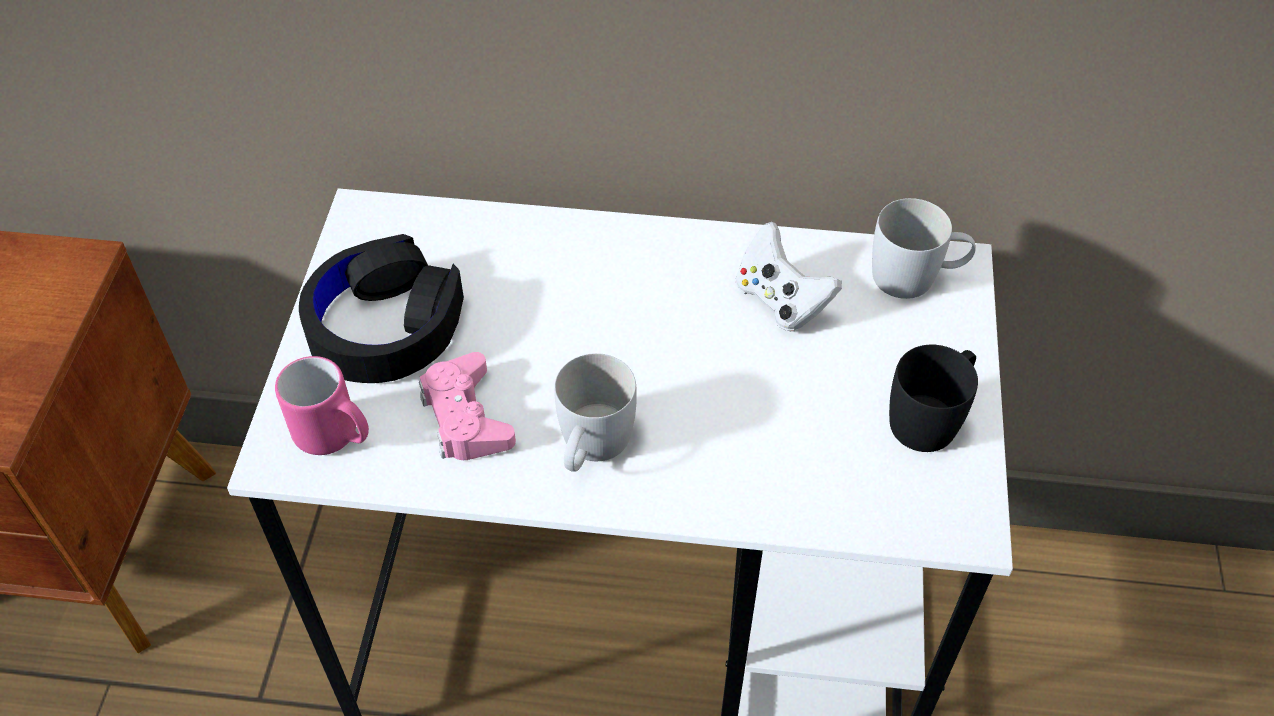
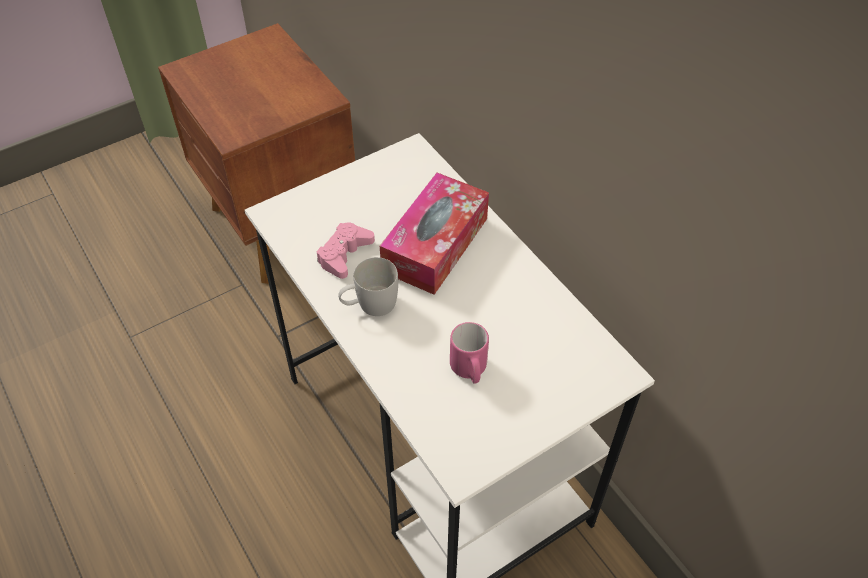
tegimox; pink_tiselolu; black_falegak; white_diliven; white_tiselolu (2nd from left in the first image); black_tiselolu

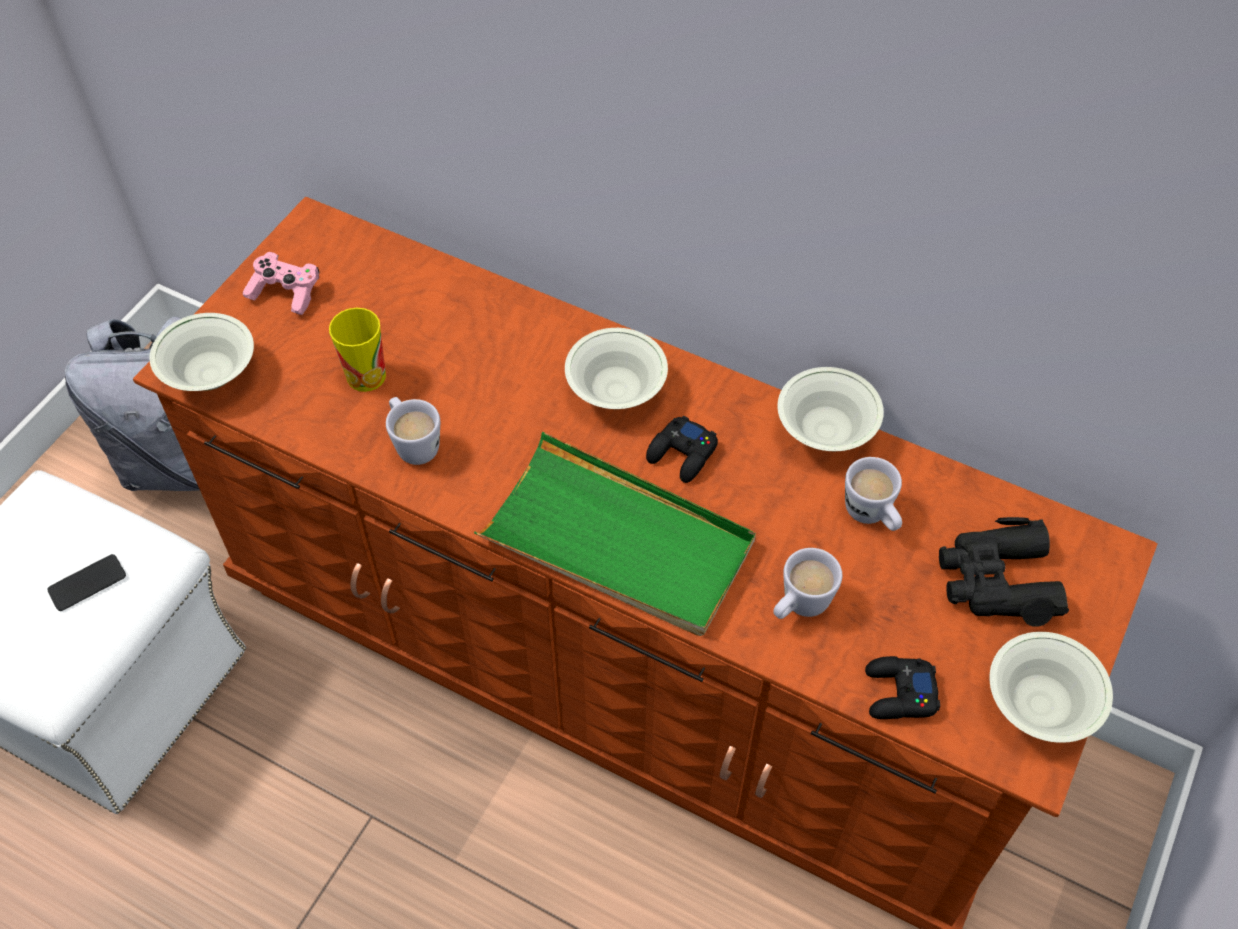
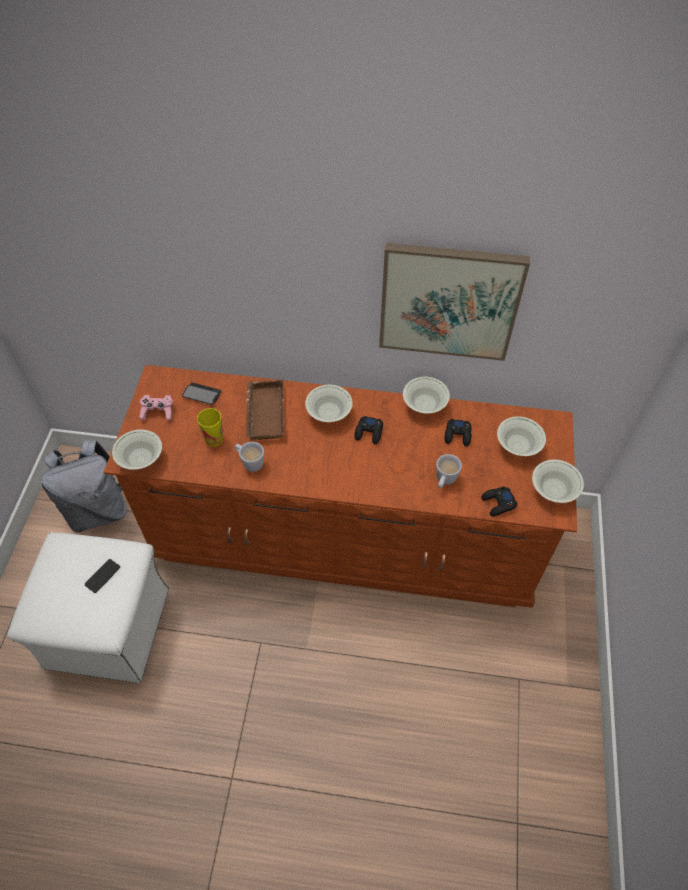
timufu (2nd from left); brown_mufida; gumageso; black_diliven (2nd from left); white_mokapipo (4th from left); green_mufida

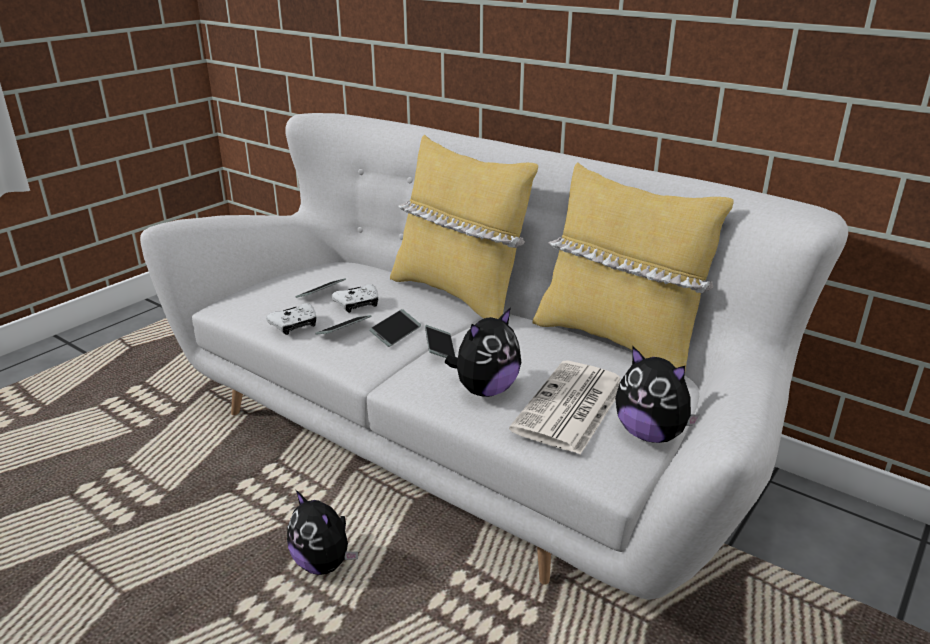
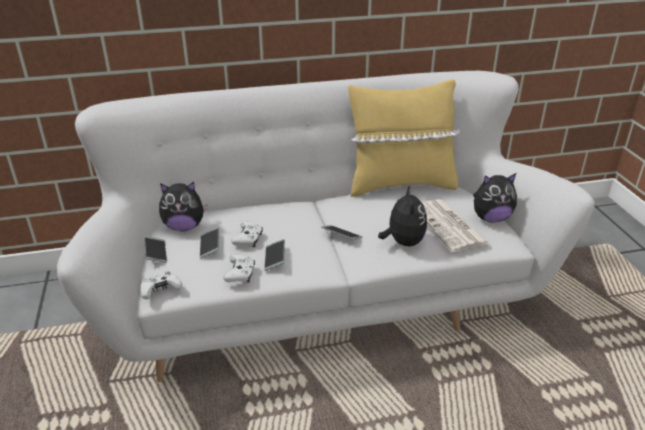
white_diliven (1st from left); timufu (1st from left); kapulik (1st from left); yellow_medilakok (1st from left in the first image)

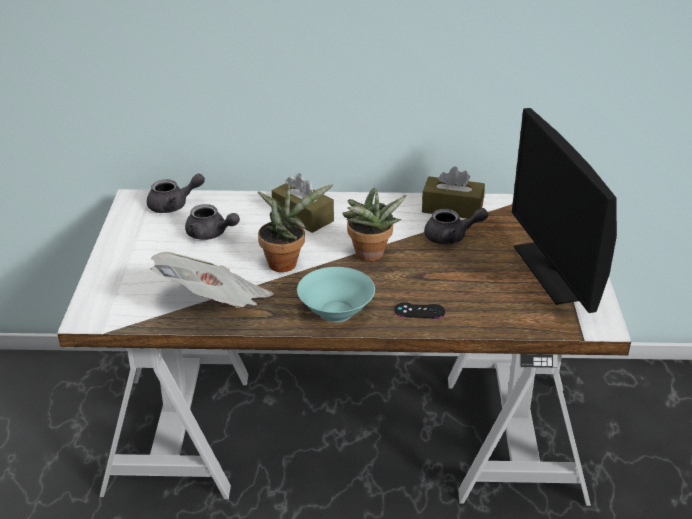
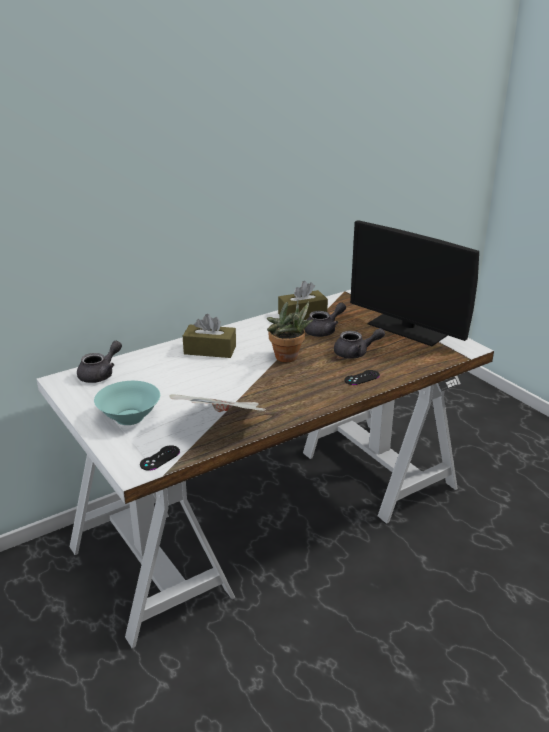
turquoise_mokapipo; black_diliven (1st from left); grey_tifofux (3rd from left); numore (1st from left in the first image)

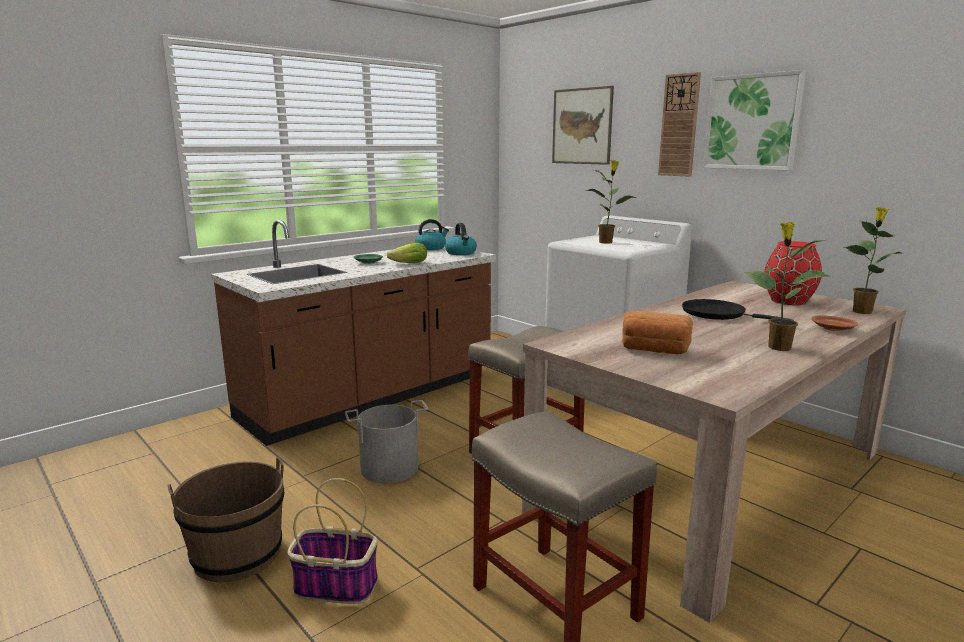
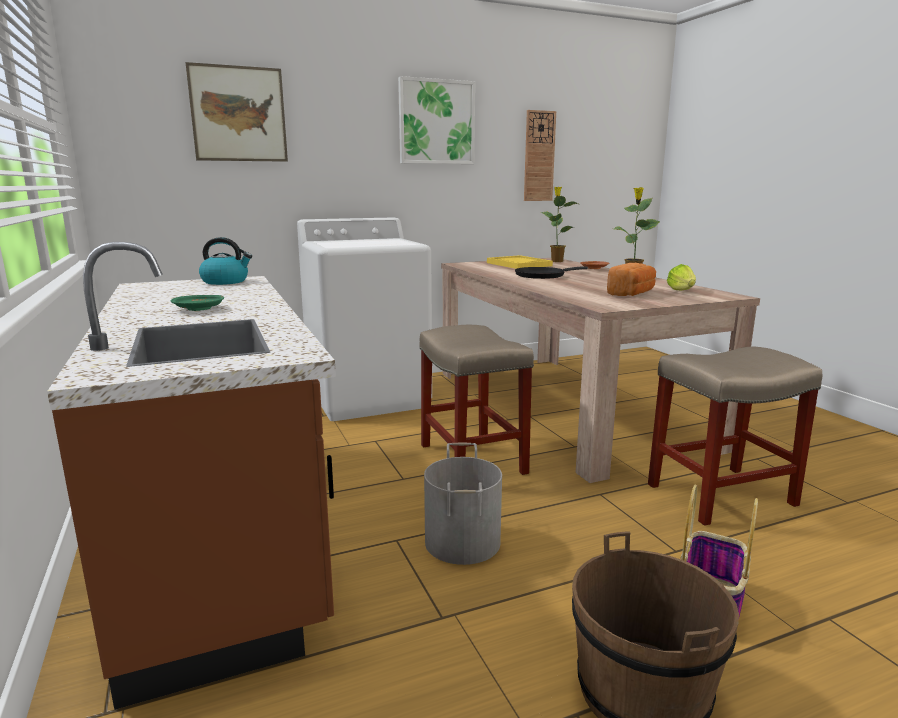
yellow_mufida; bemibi; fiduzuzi; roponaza (1st from left in the first image); numore (1st from left in the first image)

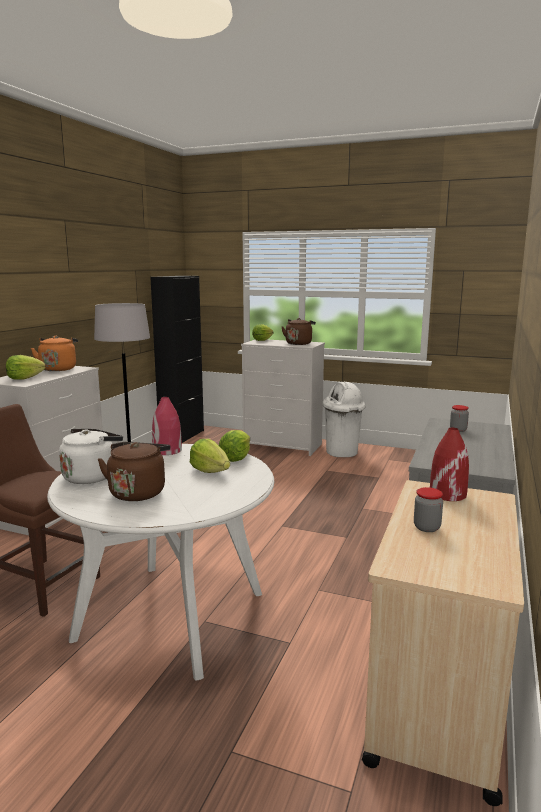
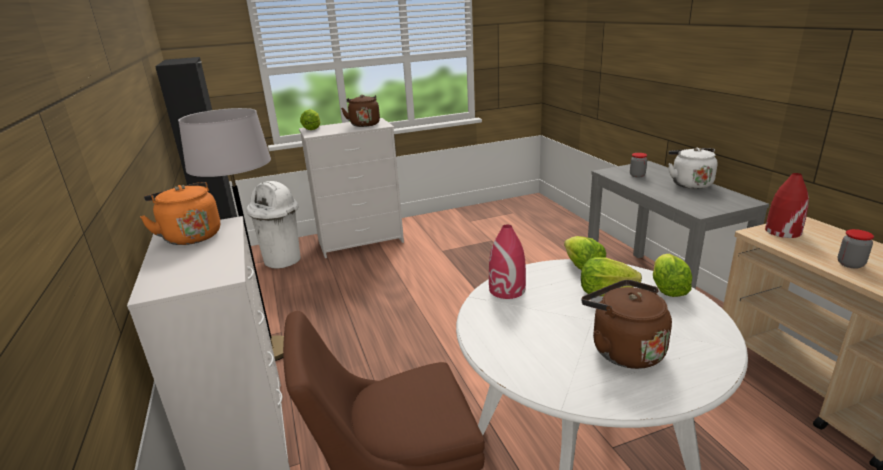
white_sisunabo; fiduzuzi (4th from left); white_roponaza

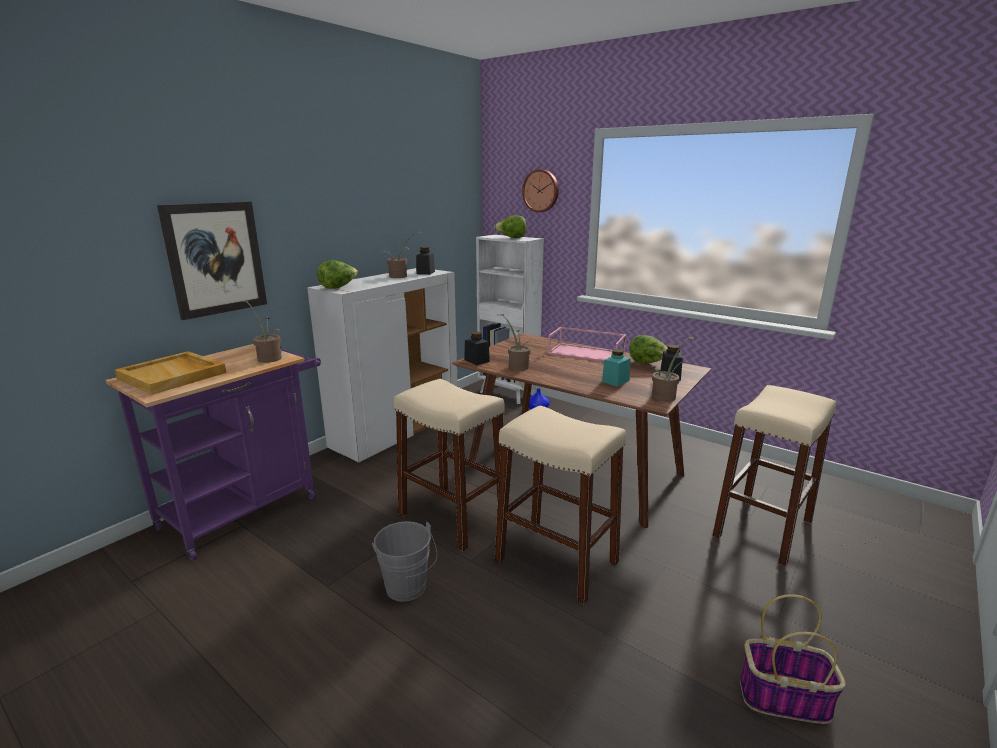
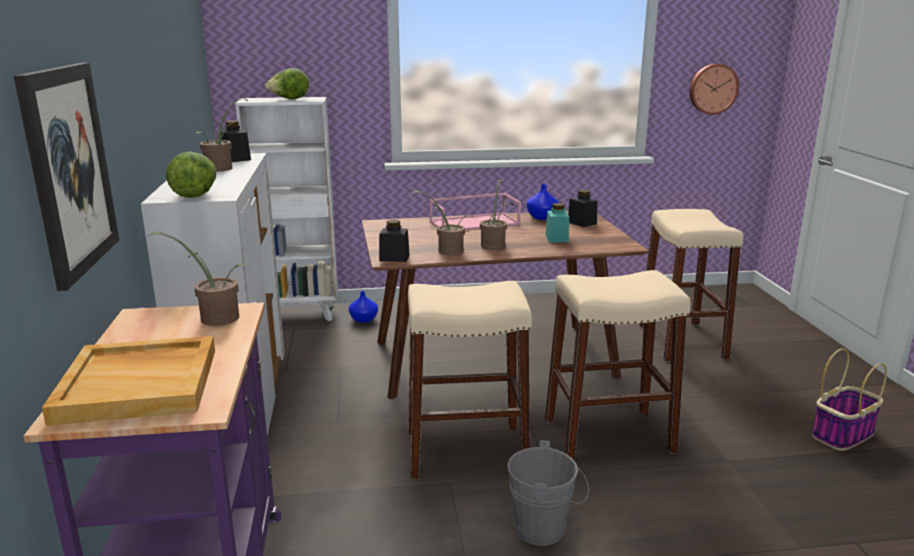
numore (4th from left); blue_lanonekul (2nd from left); bemibi

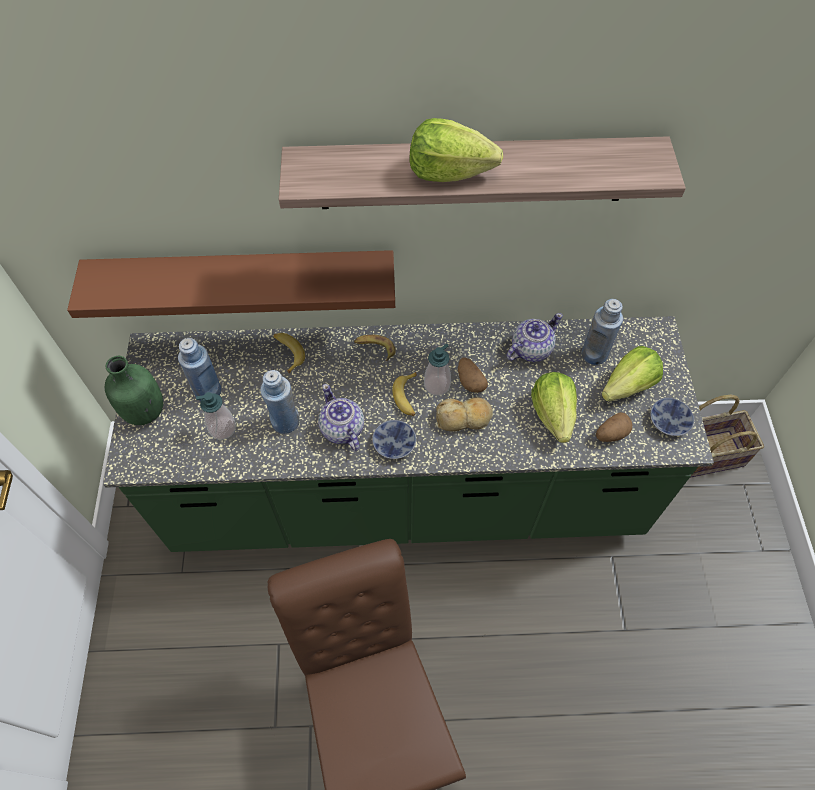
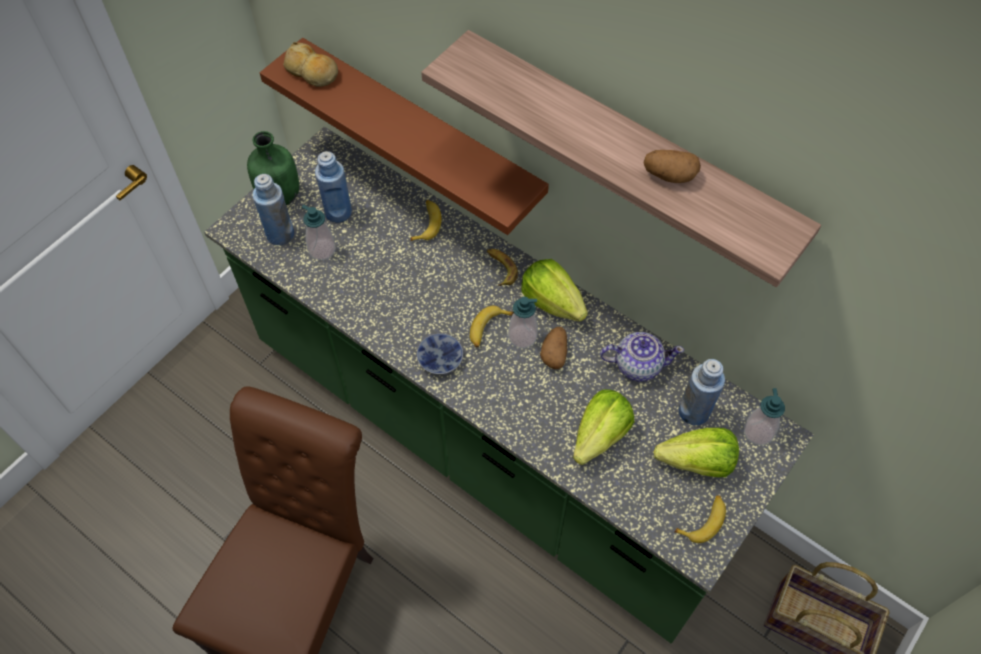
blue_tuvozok (1st from left); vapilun; fiduzuzi (1st from left); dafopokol (2nd from left); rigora (4th from left); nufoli (3rd from left); tifofux (1st from left in the first image)

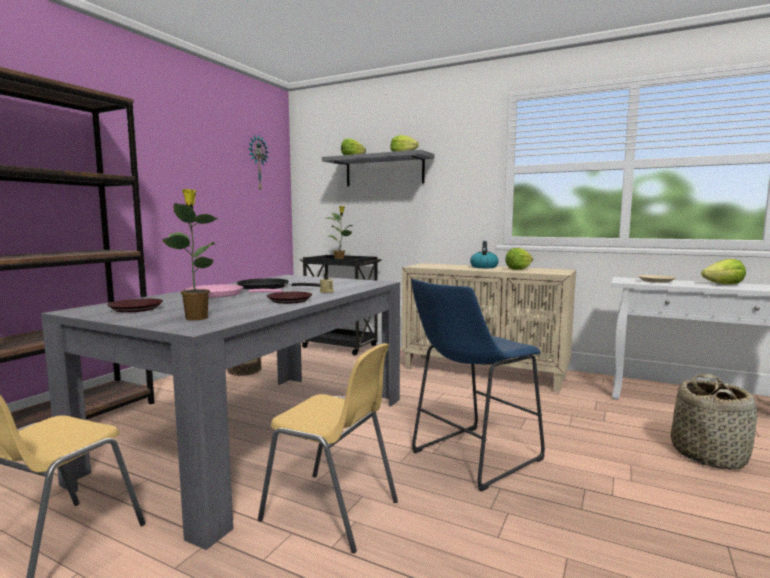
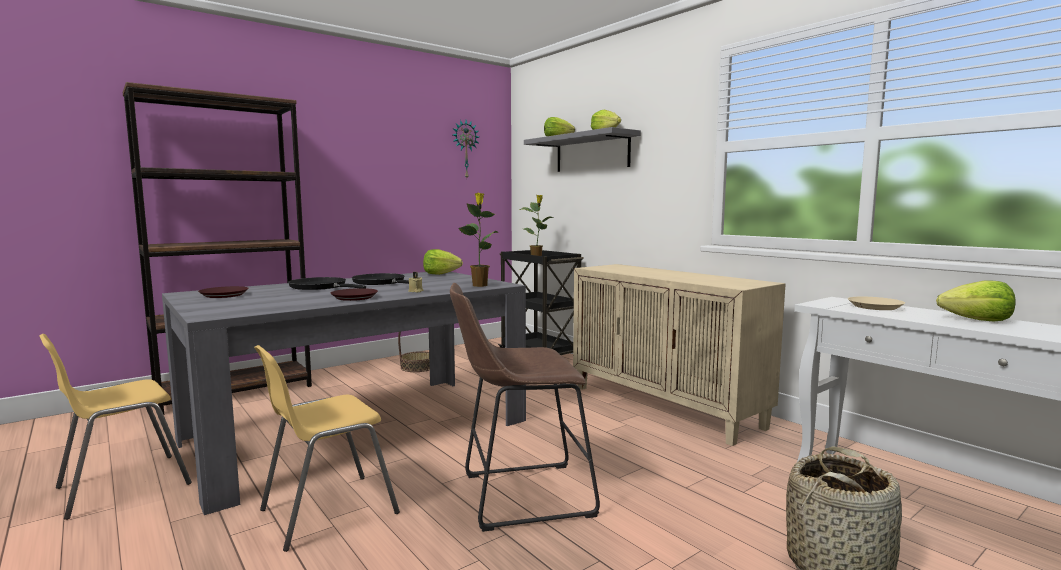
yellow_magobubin (2nd from left); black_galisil (1st from left); fiduzuzi (1st from left); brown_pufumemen; numore (1st from left); roponaza

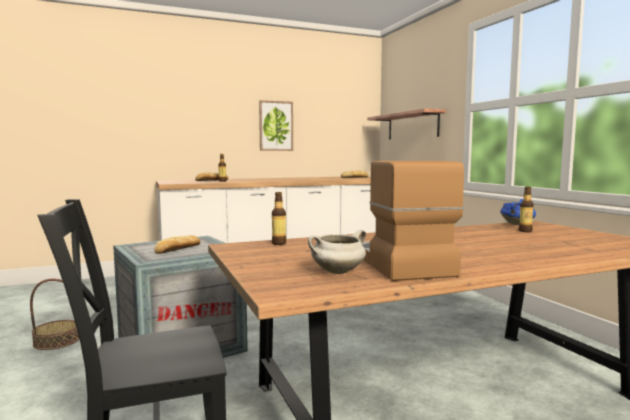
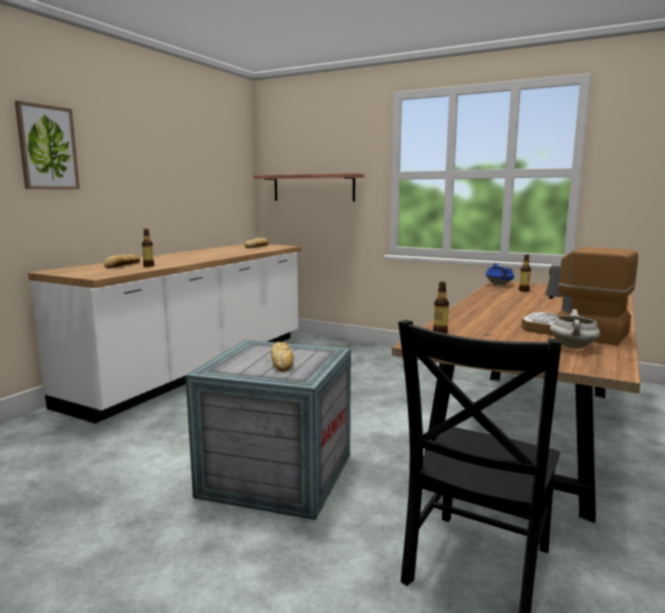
gumageso; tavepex

